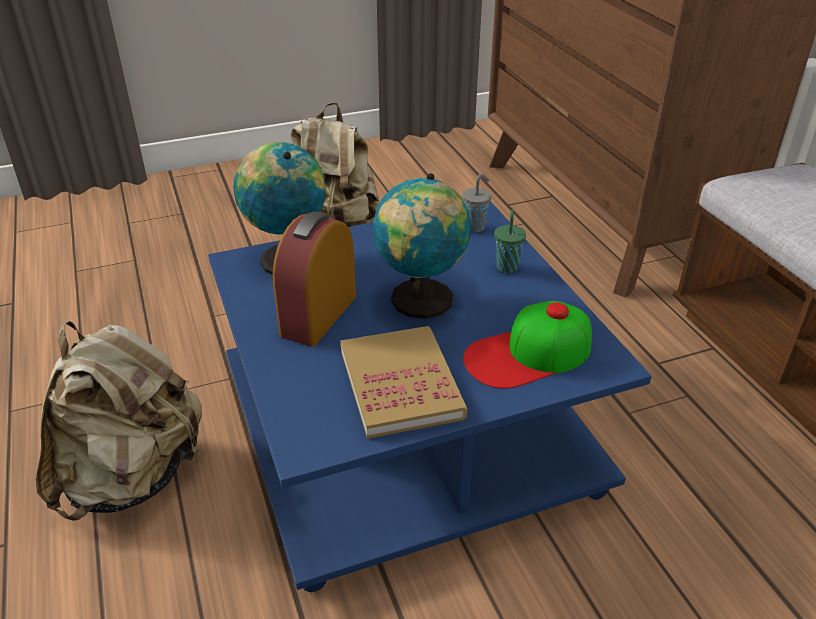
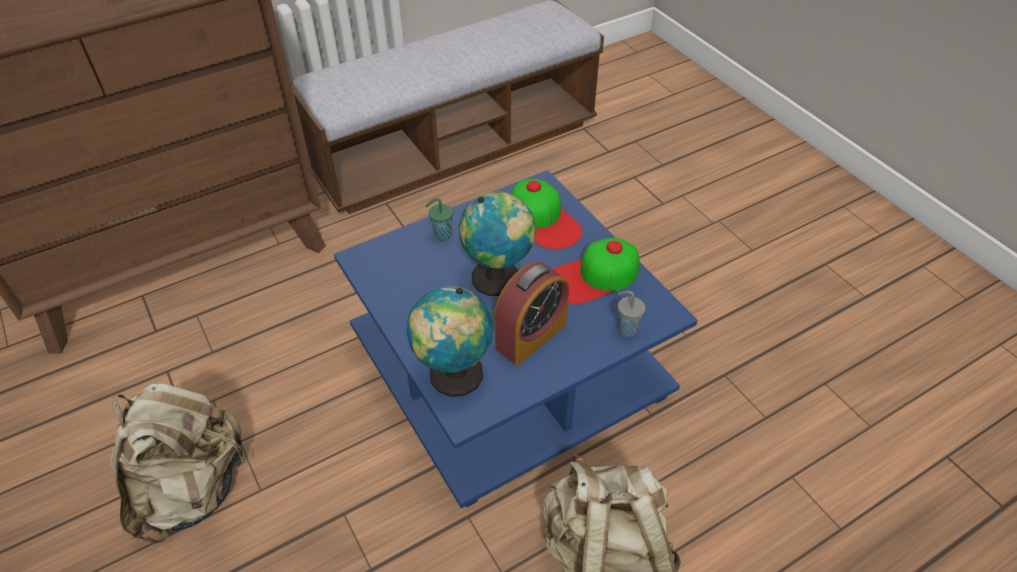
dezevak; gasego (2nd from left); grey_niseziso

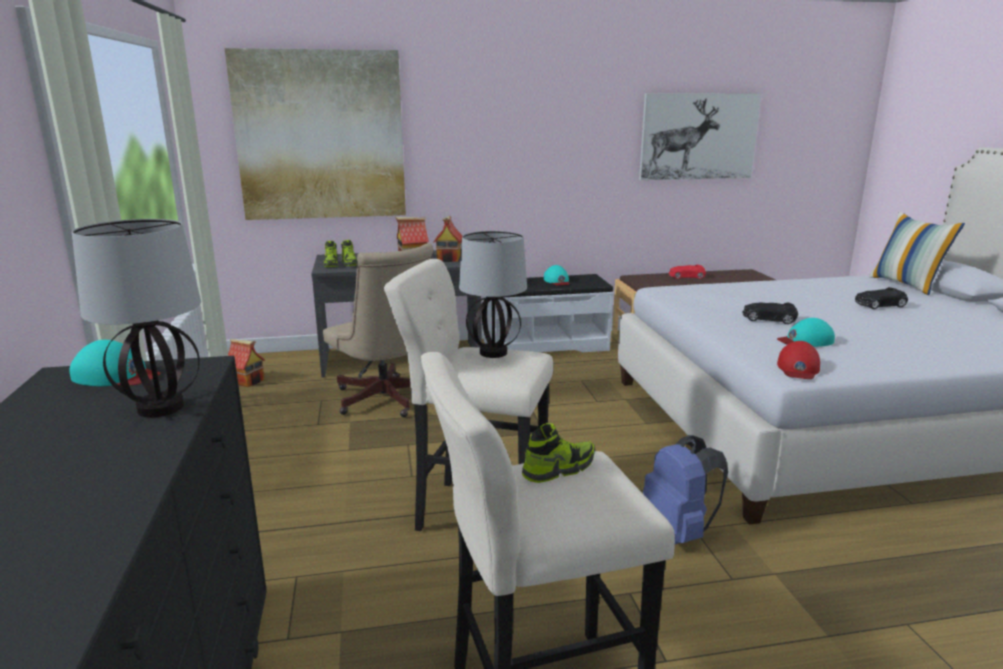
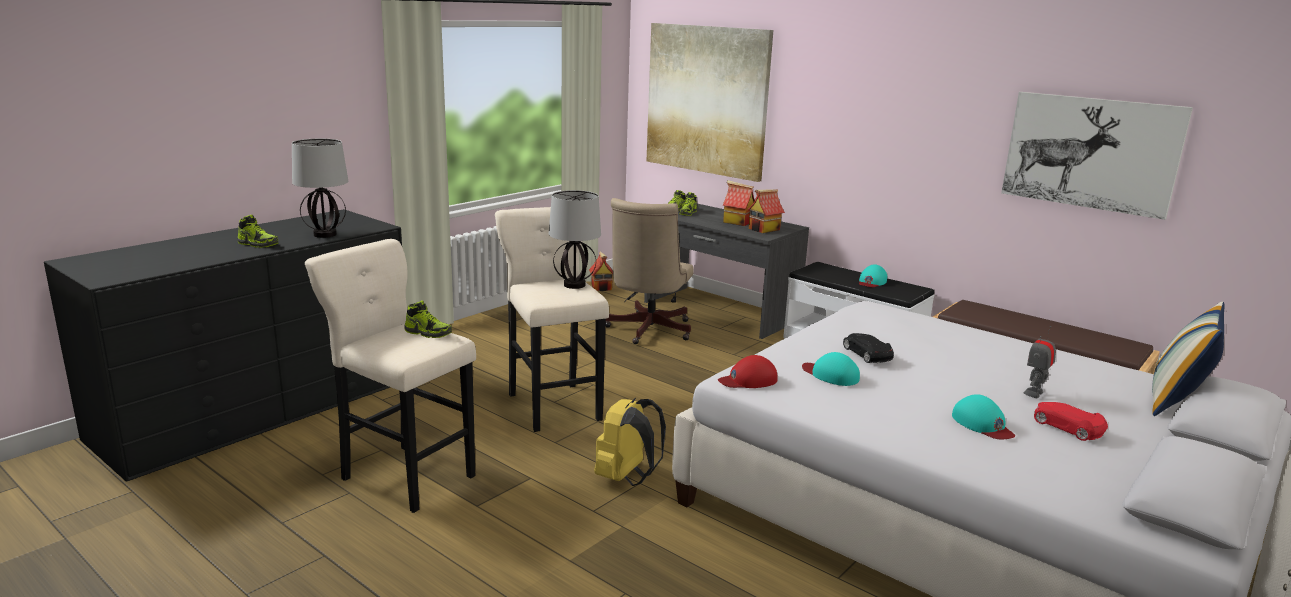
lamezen (1st from left); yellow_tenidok; turquoise_gasego (3rd from left); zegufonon; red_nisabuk

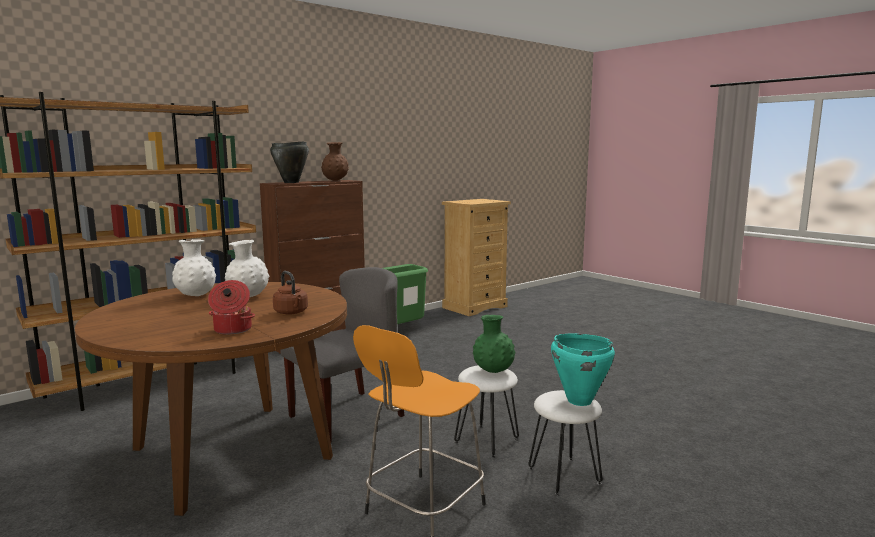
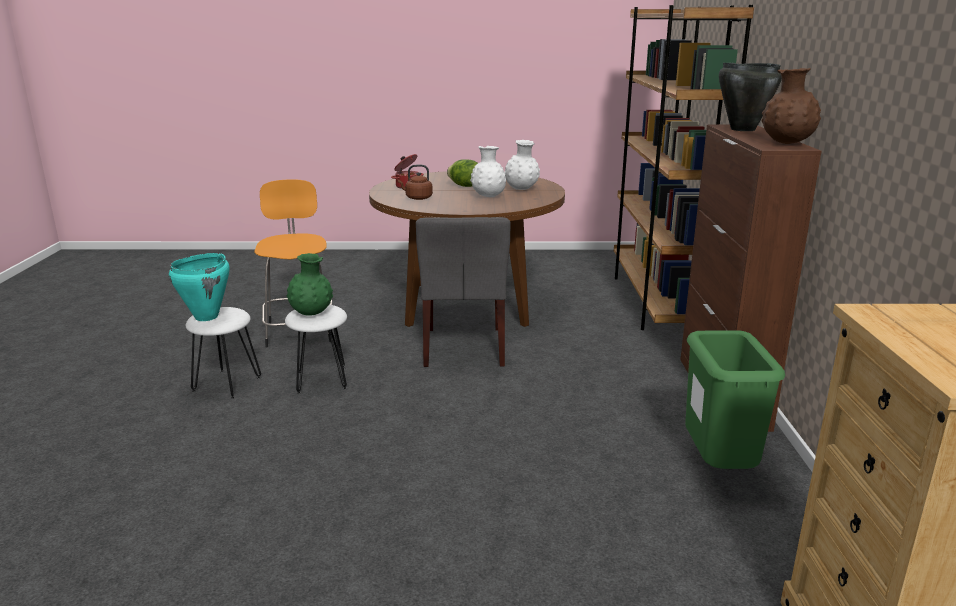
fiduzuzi

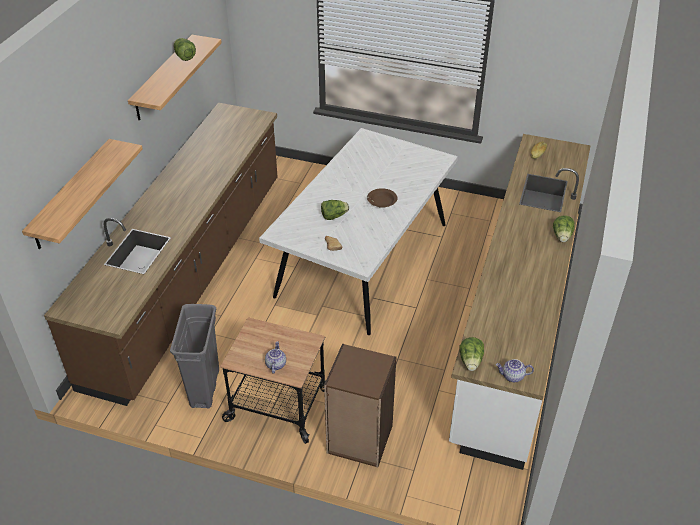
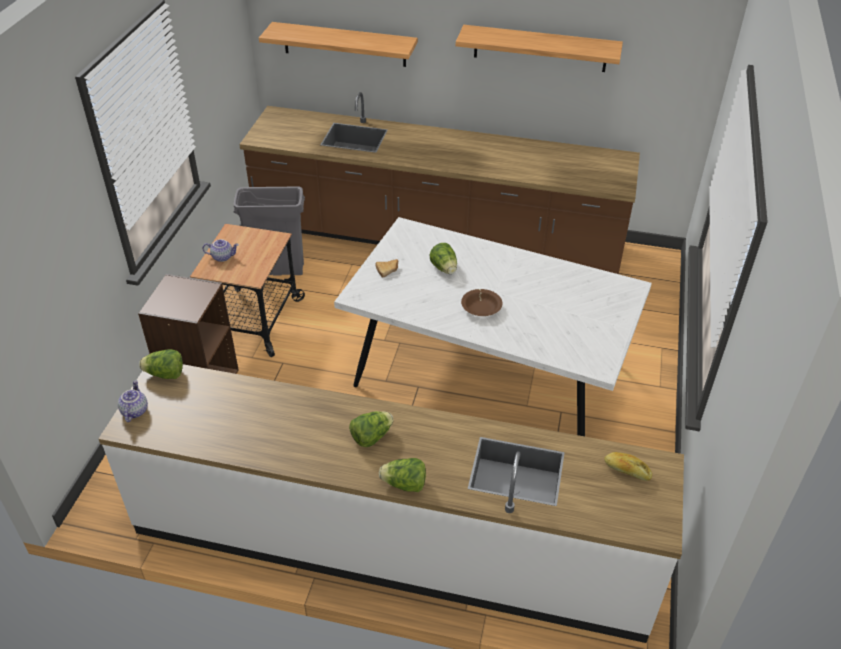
fiduzuzi (2nd from left)

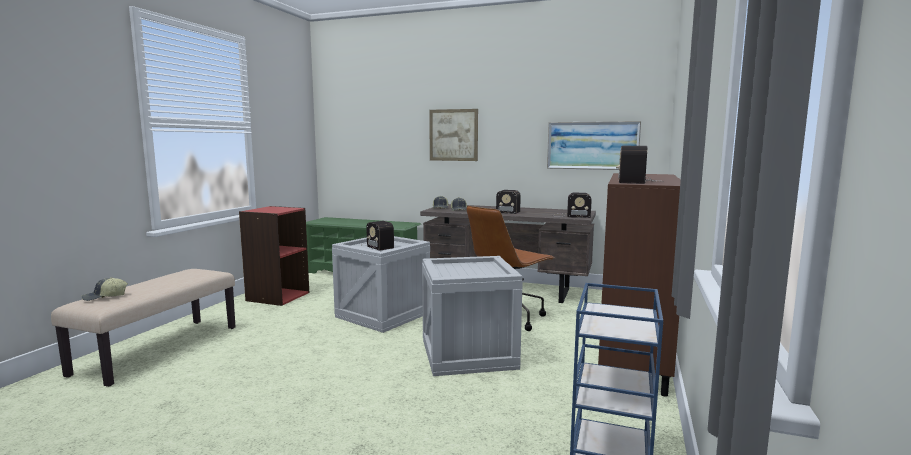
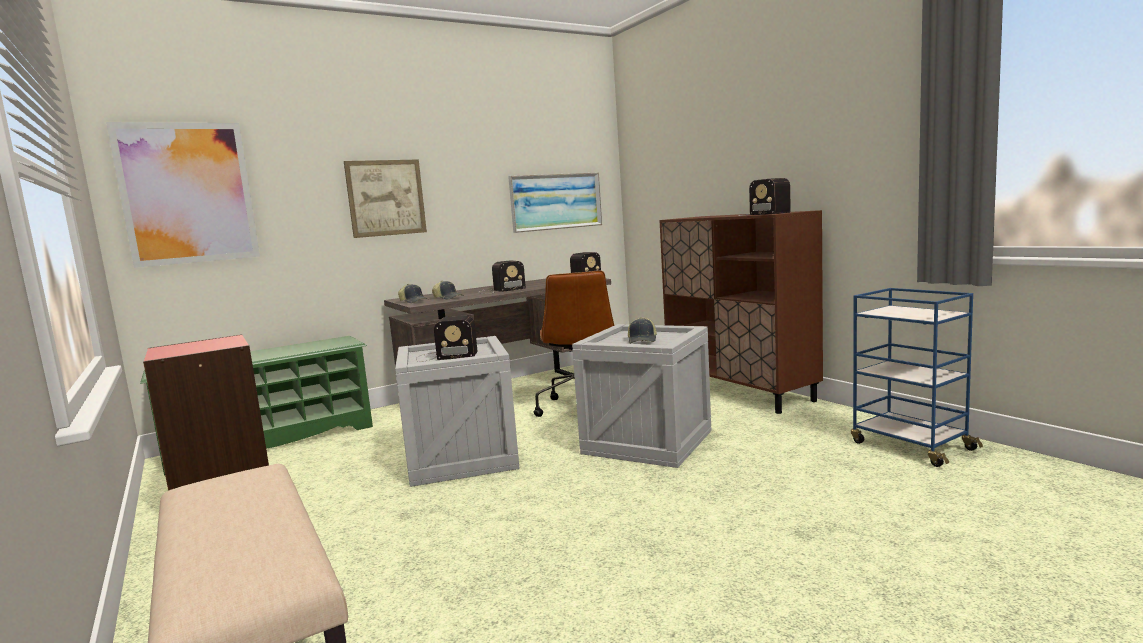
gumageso (1st from left); gasego (3rd from left)

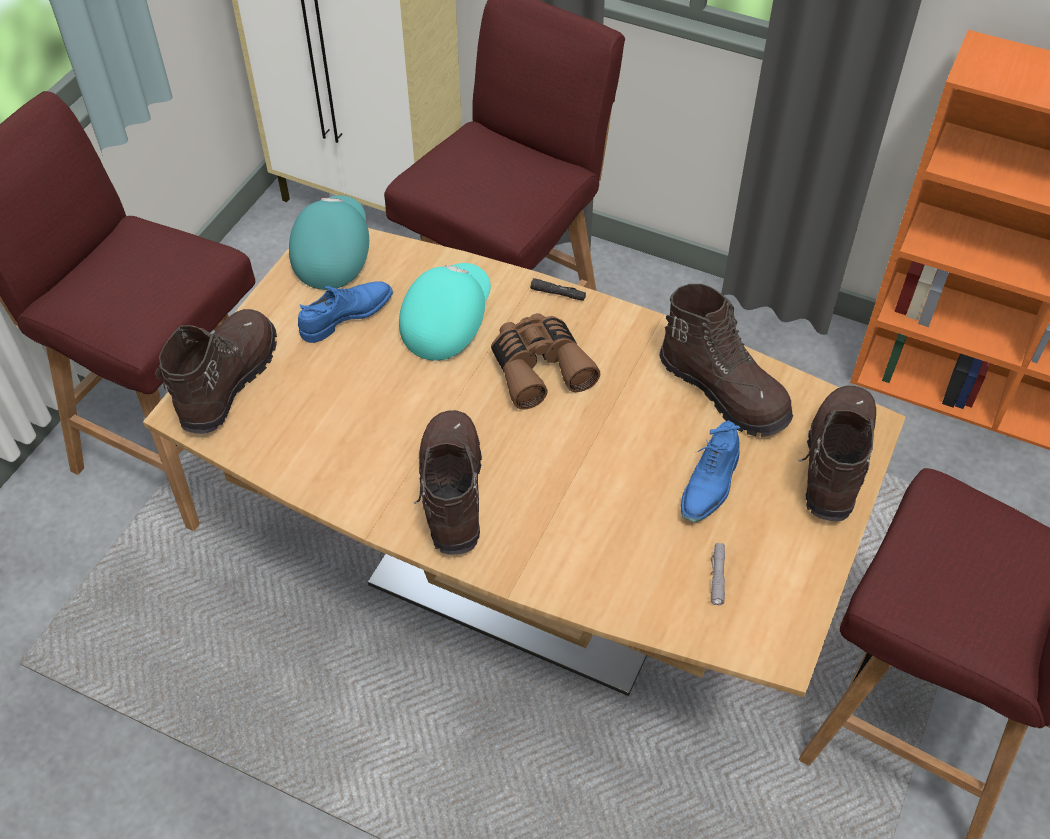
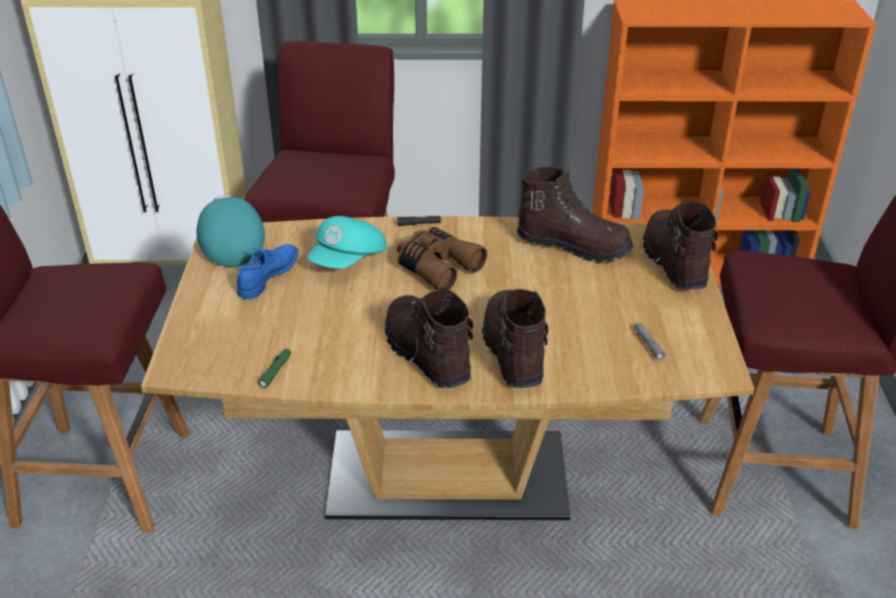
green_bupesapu; turquoise_gasego (2nd from left); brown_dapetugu (2nd from left); blue_lamezen (2nd from left in the first image)

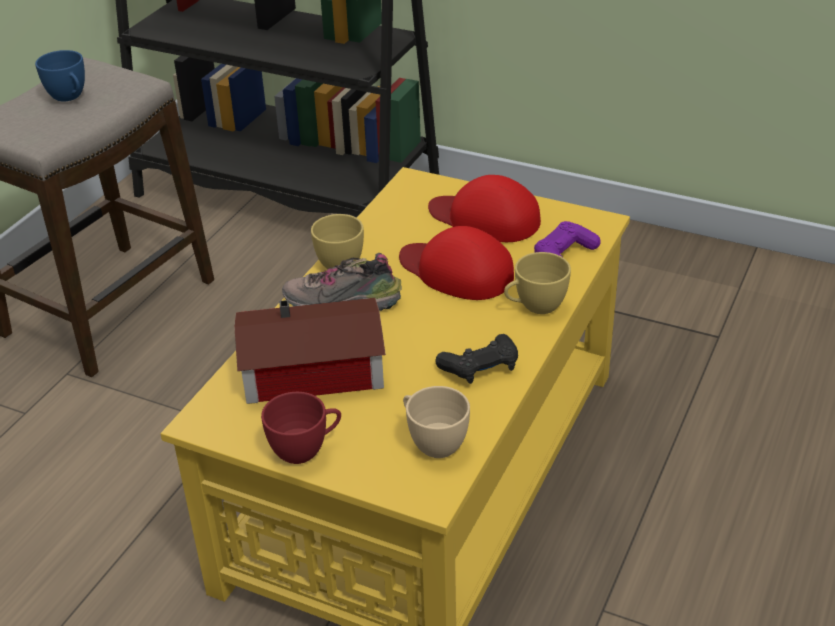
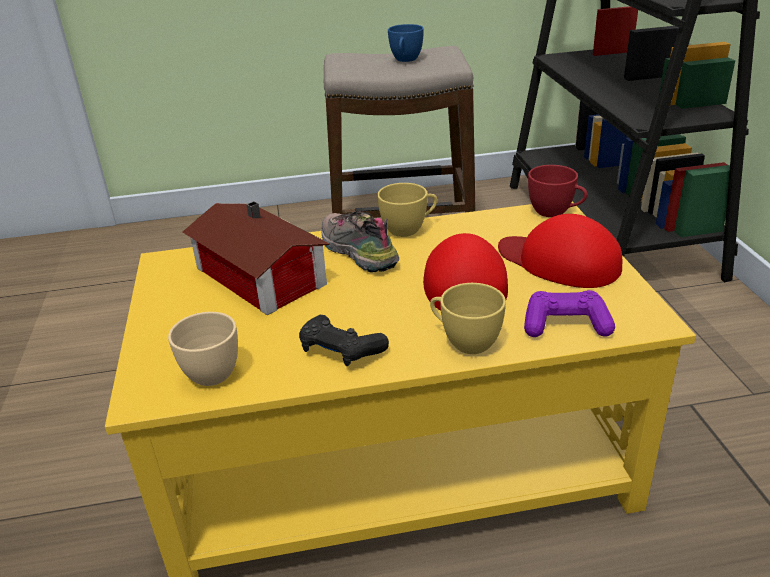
red_gasego (2nd from left); red_niseziso

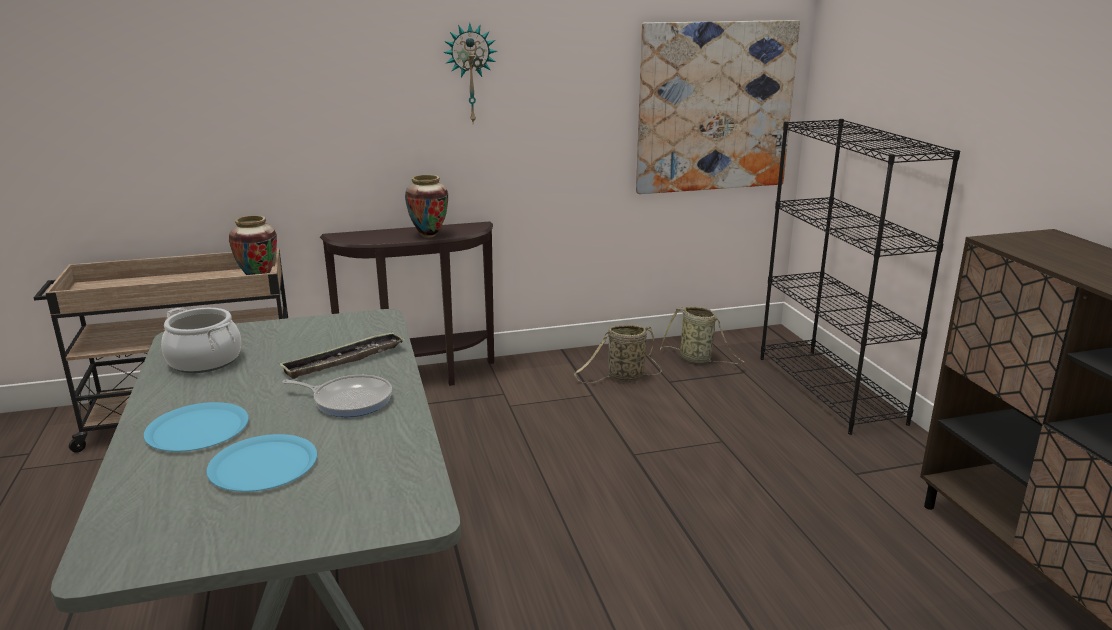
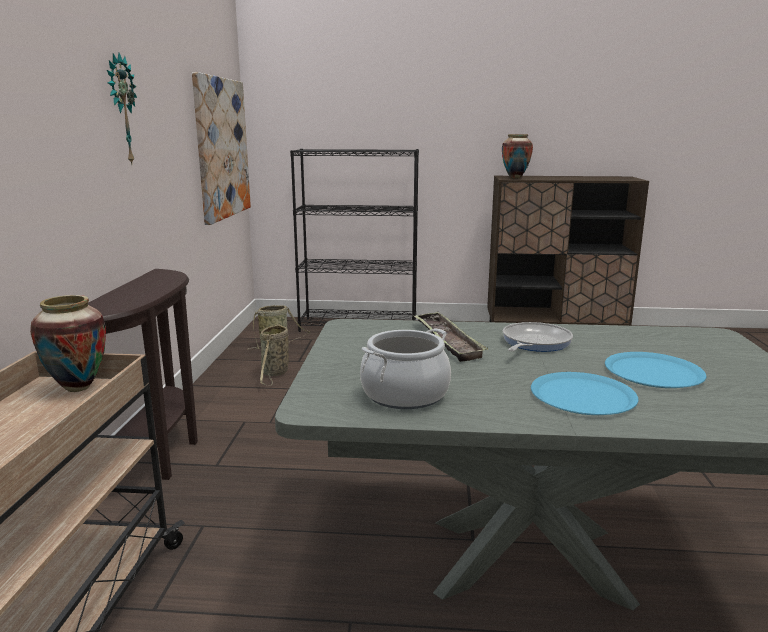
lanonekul (2nd from left)

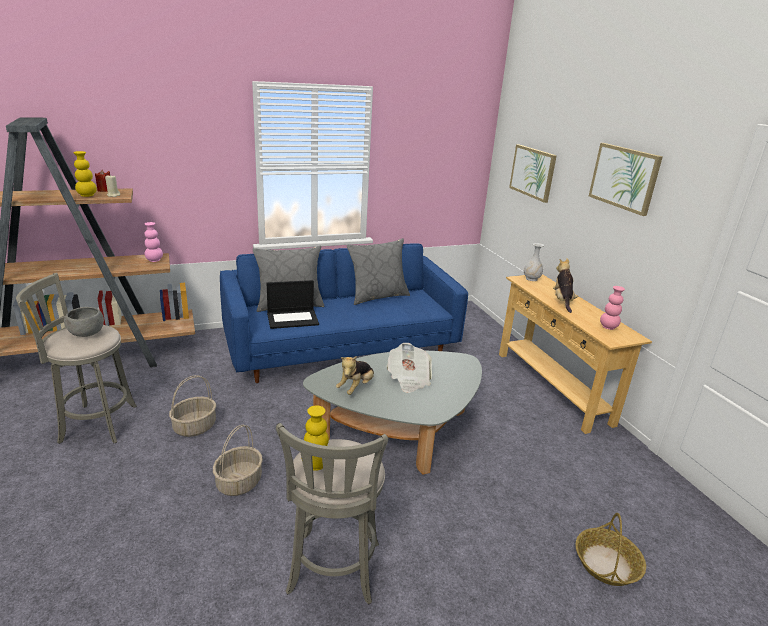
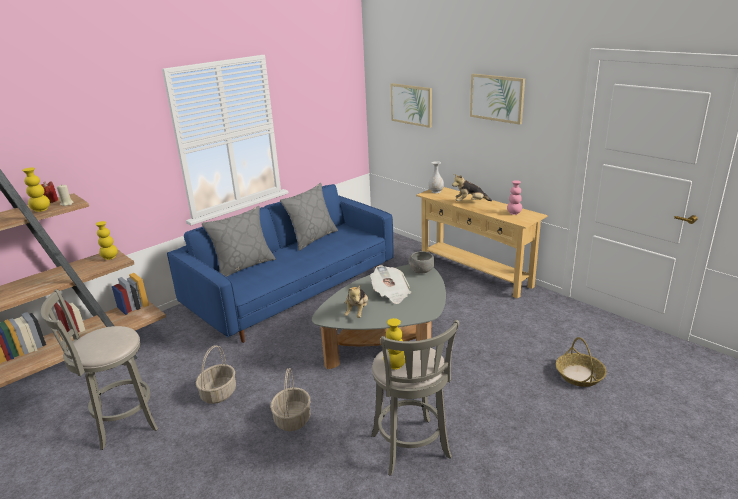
yellow_lanonekul (2nd from left); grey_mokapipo; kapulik (2nd from left); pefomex

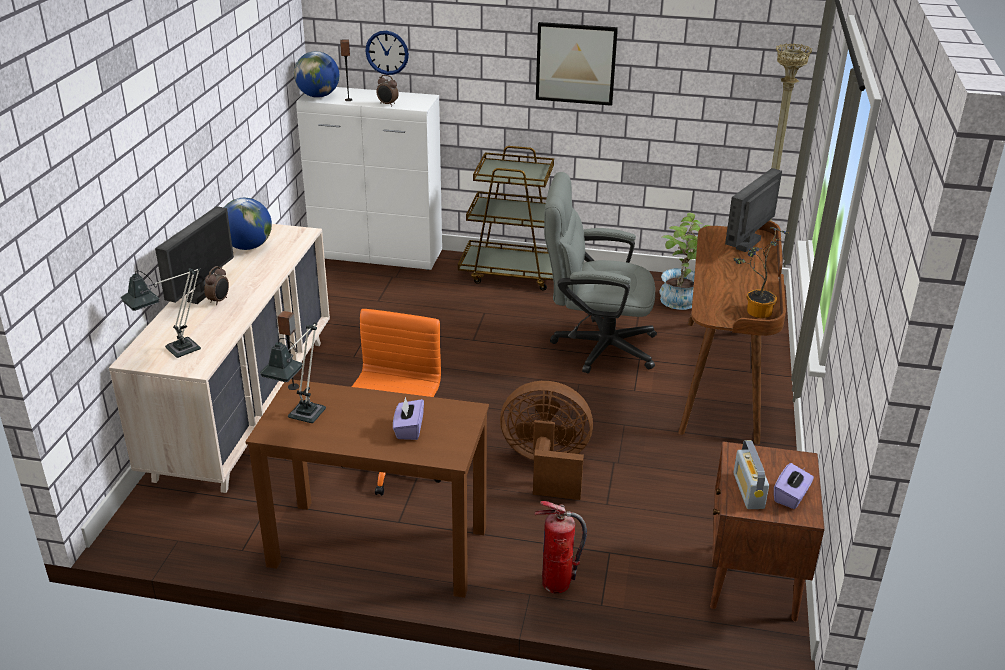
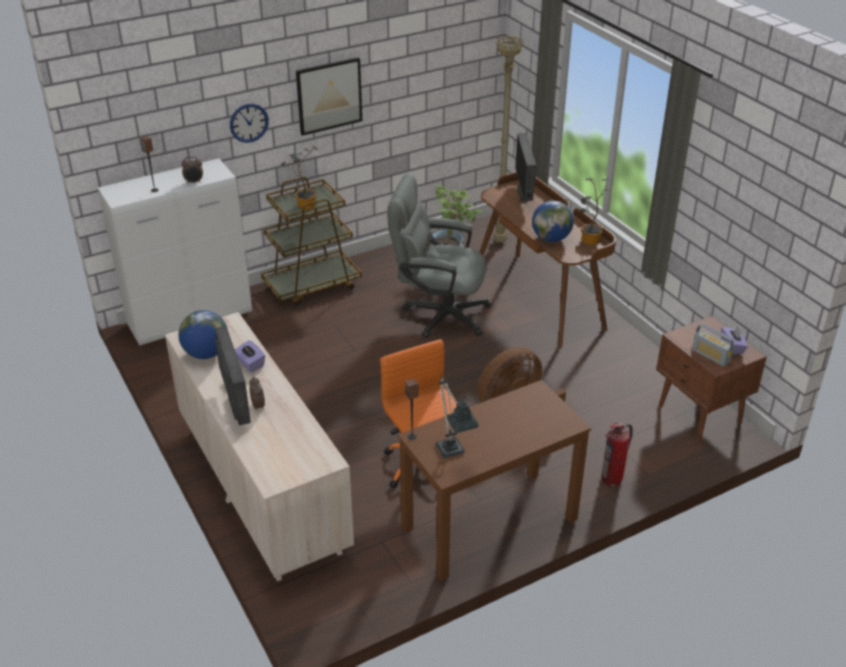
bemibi; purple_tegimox (1st from left); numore (1st from left); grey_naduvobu; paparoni (2nd from left); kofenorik (1st from left in the first image)

